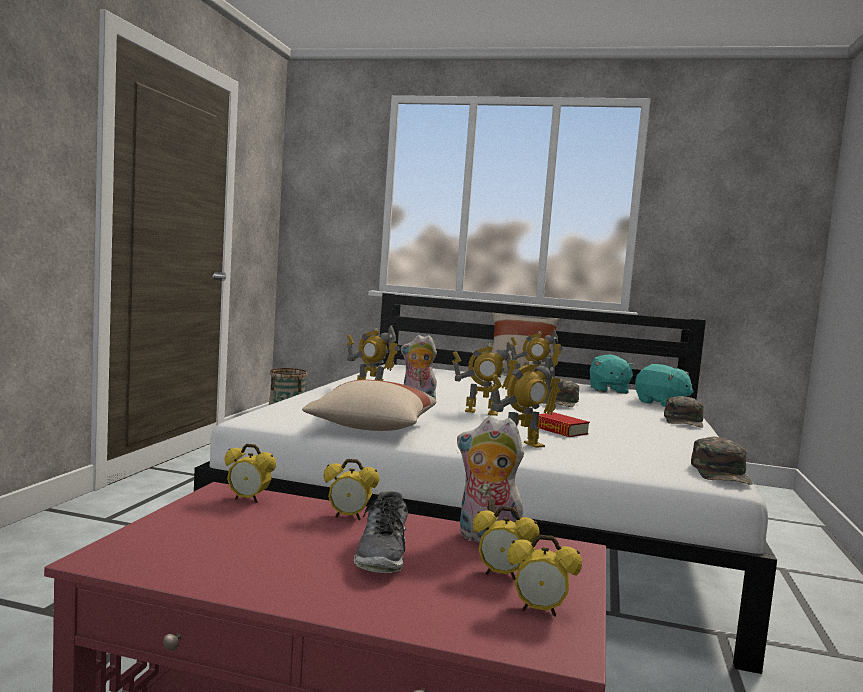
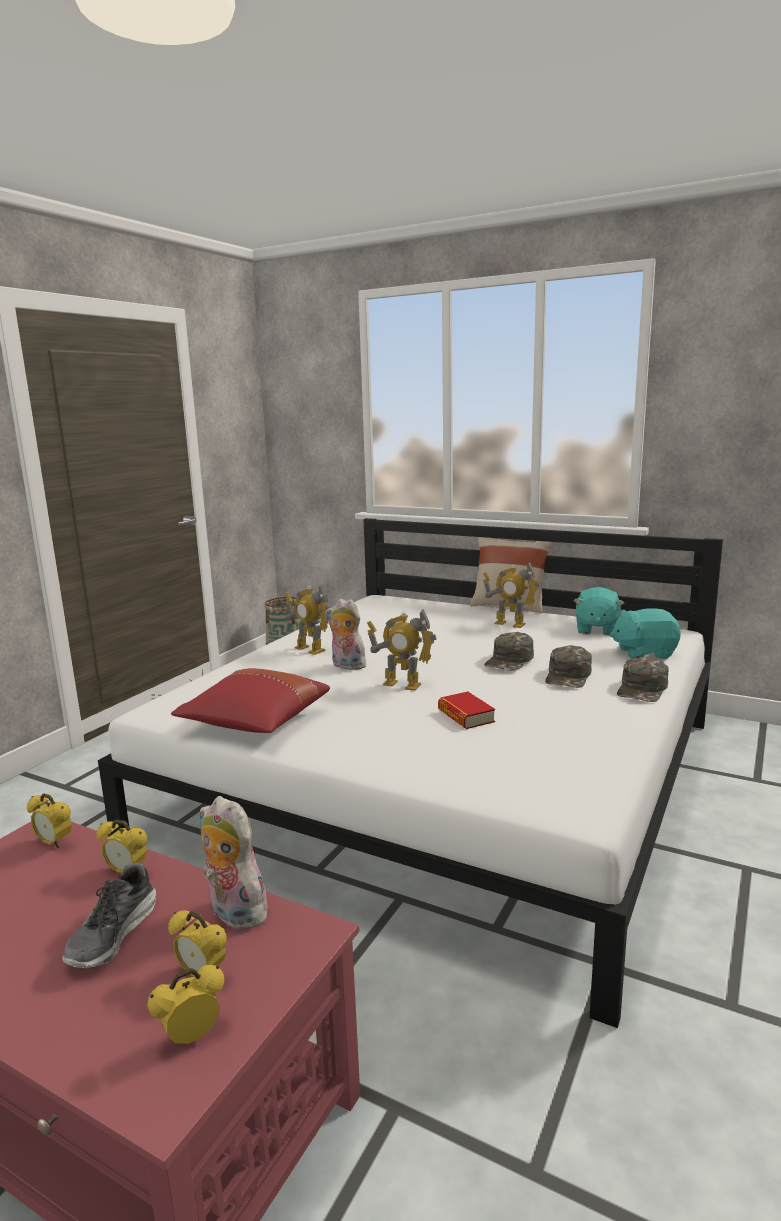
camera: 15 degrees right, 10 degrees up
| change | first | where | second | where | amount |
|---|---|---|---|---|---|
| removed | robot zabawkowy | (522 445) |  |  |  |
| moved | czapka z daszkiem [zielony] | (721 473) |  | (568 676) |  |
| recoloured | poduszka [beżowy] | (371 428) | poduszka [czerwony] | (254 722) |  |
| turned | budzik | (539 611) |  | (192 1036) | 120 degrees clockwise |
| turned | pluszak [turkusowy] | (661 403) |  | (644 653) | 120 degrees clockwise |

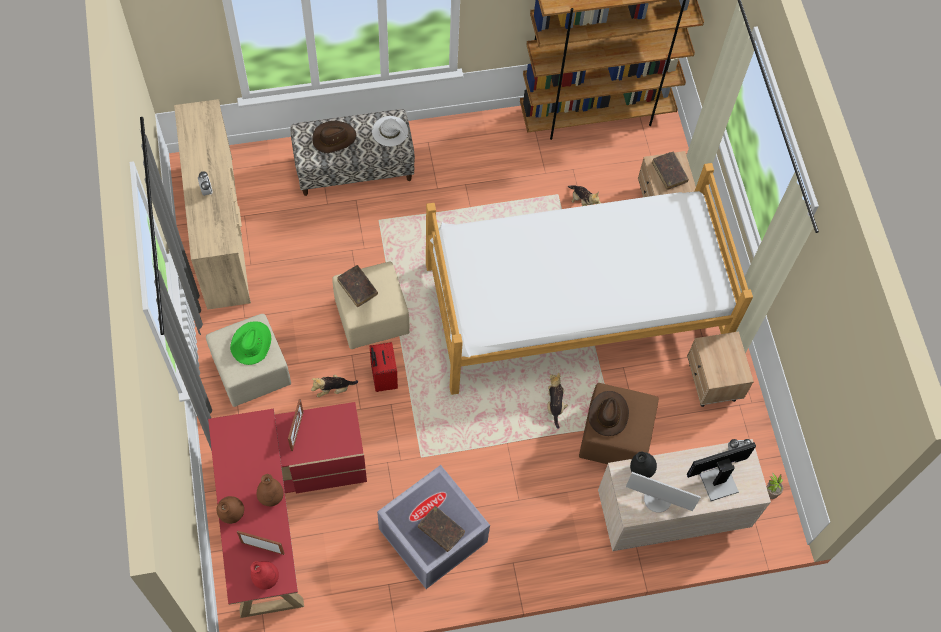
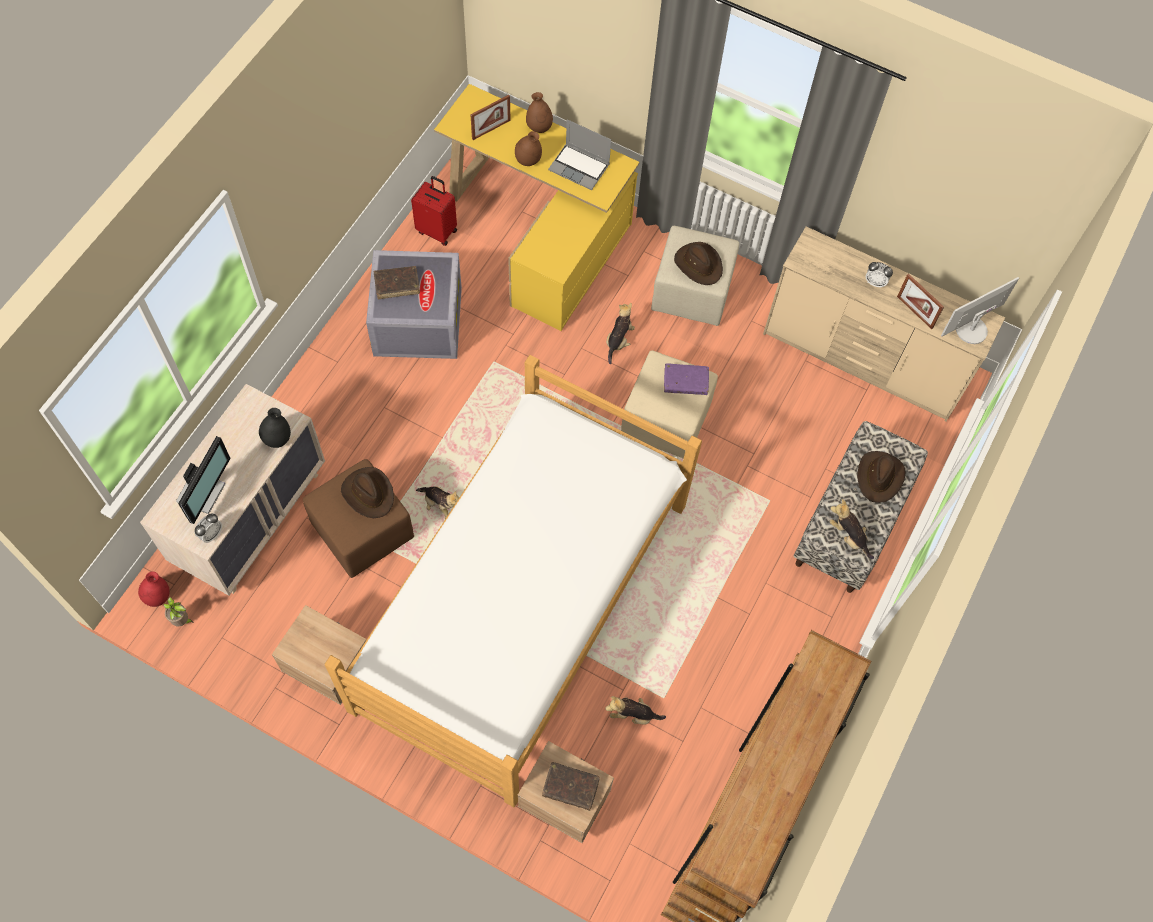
camera: 130 degrees right, 0 degrees up
| change | first | where | second | where | amount |
|---|---|---|---|---|---|
| added |  |  | laptop | (580 167) |  |
| moved | wazon [czerwony] | (266 578) |  | (158 596) |  |
| moved | ramka na zdjęcie | (297 431) |  | (914 312) |  |
| moved | walizka [czerwony] | (383 378) |  | (437 230) |  |
| moved | monitor | (657 499) |  | (970 329) |  |
| replaced | kapelusz [biały] | (390 131) | pluszak | (848 536) |  |
| recoloured | biurko [czerwony] | (280 511) | biurko [żółty] | (542 232) |  |
| recoloured | kapelusz [zielony] | (251 344) | kapelusz [brązowy] | (698 265) |  |
| recoloured | książka [brązowy] | (357 288) | książka [fioletowy] | (685 382) |  |

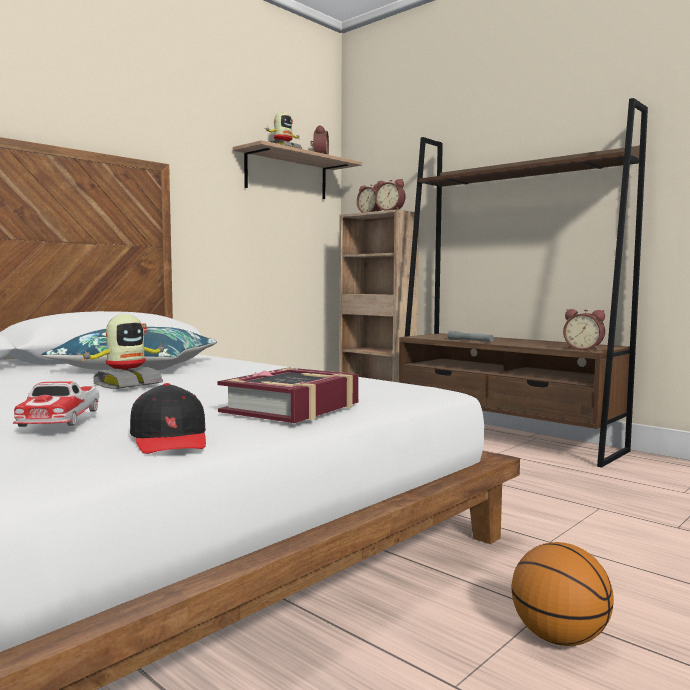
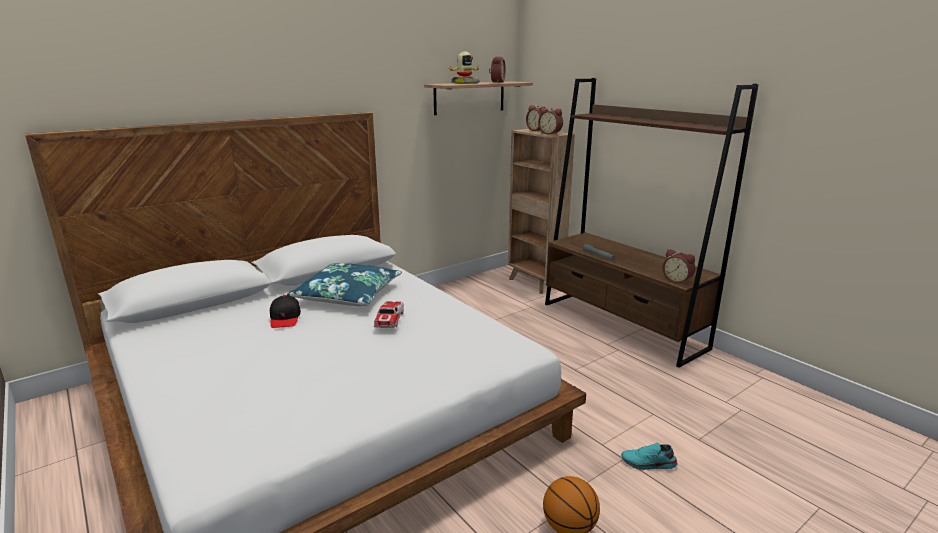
camera: 10 degrees right, 15 degrees up
| change | first | where | second | where | amount |
|---|---|---|---|---|---|
| removed | robot zabawkowy | (127 384) |  |  |  |
| removed | książka | (292 408) |  |  |  |
| added |  |  | but [turkusowy] | (648 464) |  |
| moved | samochodzik | (60 418) |  | (389 319) |  |
| moved | czapka z daszkiem [czarny] | (170 439) |  | (285 318) |  |

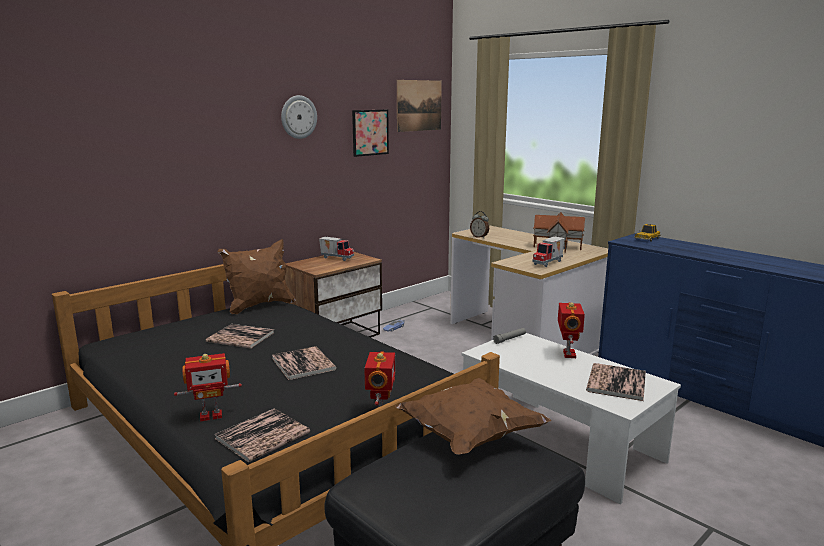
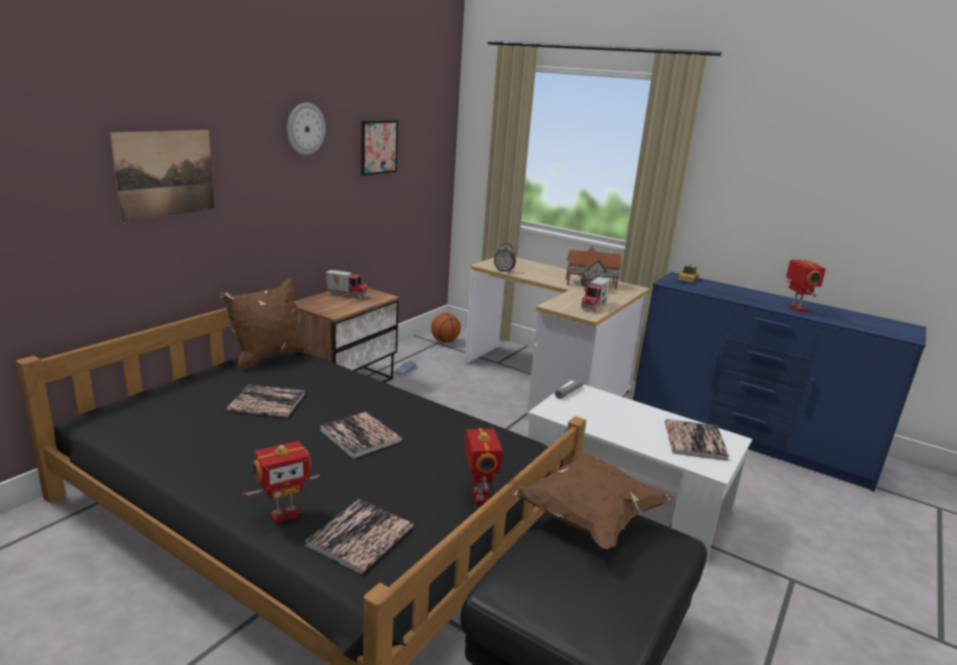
camera: 15 degrees left, 5 degrees up
| change | first | where | second | where | amount |
|---|---|---|---|---|---|
| added |  |  | piłka do koszykówki | (445 341) |  |
| moved | obraz | (419 105) |  | (165 174) |  |
| moved | robot zabawkowy | (568 354) |  | (796 309) |  |

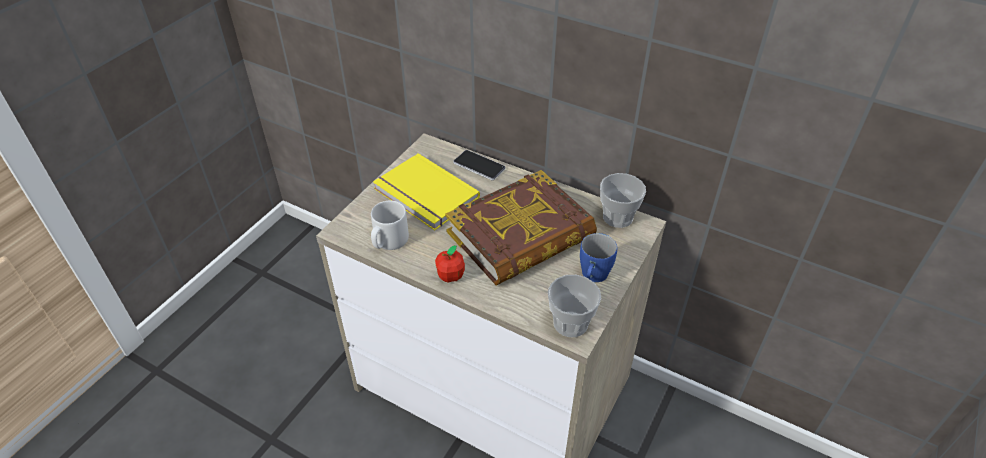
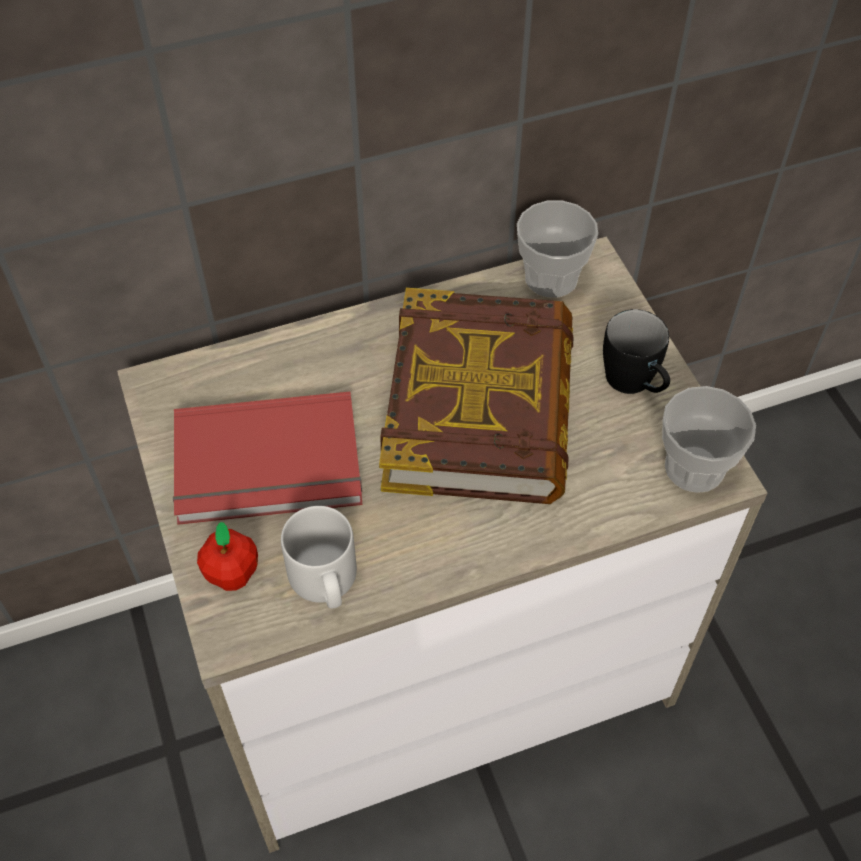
camera: 50 degrees left, 10 degrees up
| change | first | where | second | where | amount |
|---|---|---|---|---|---|
| removed | telefon | (479 166) |  |  |  |
| moved | jabłko | (450 276) |  | (232 574) |  |
| recoloured | książka [żółty] | (424 195) | książka [czerwony] | (269 466) |  |
| recoloured | kubek [niebieski] | (593 277) | kubek [czarny] | (635 384) |  |

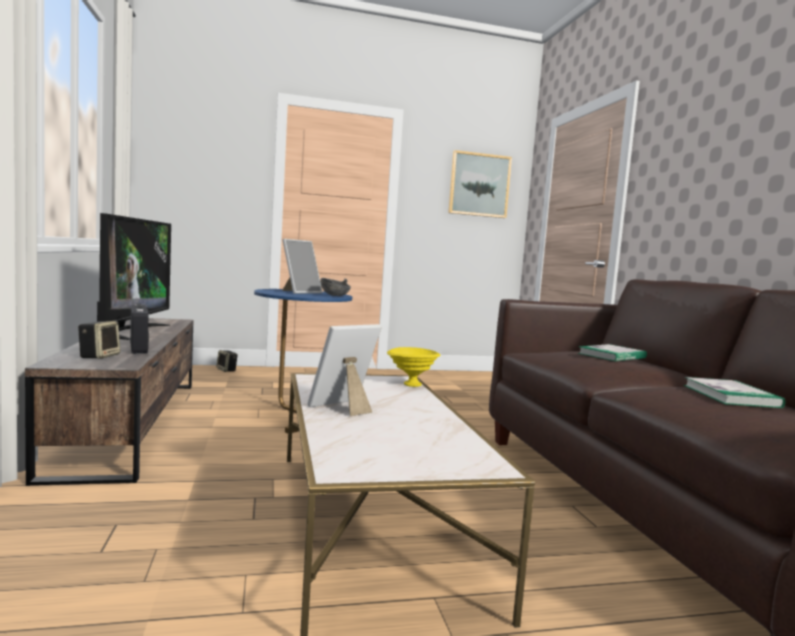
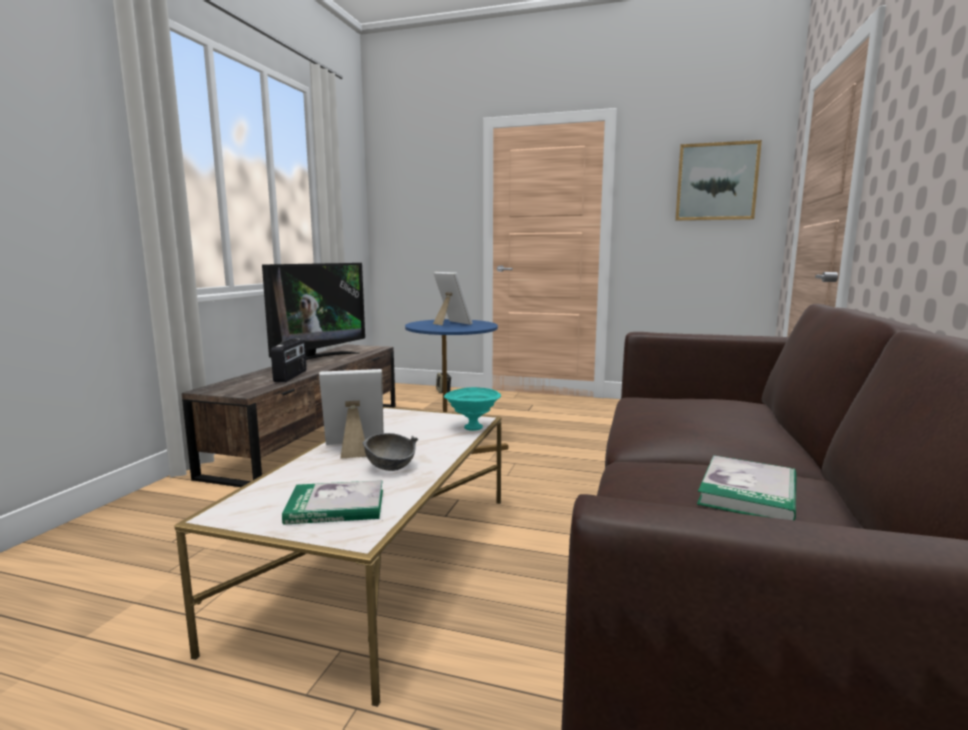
camera: 30 degrees right, 5 degrees up
| change | first | where | second | where | amount |
|---|---|---|---|---|---|
| removed | głośnik | (99 356) |  |  |  |
| moved | miska [szary] | (335 296) |  | (391 467) |  |
| moved | książka | (612 356) |  | (336 506) |  |
| recoloured | miska [żółty] | (411 384) | miska [turkusowy] | (471 427) |  |
| turned | ramka na zdjęcie | (299 292) |  | (450 323) | 105 degrees counterclockwise |

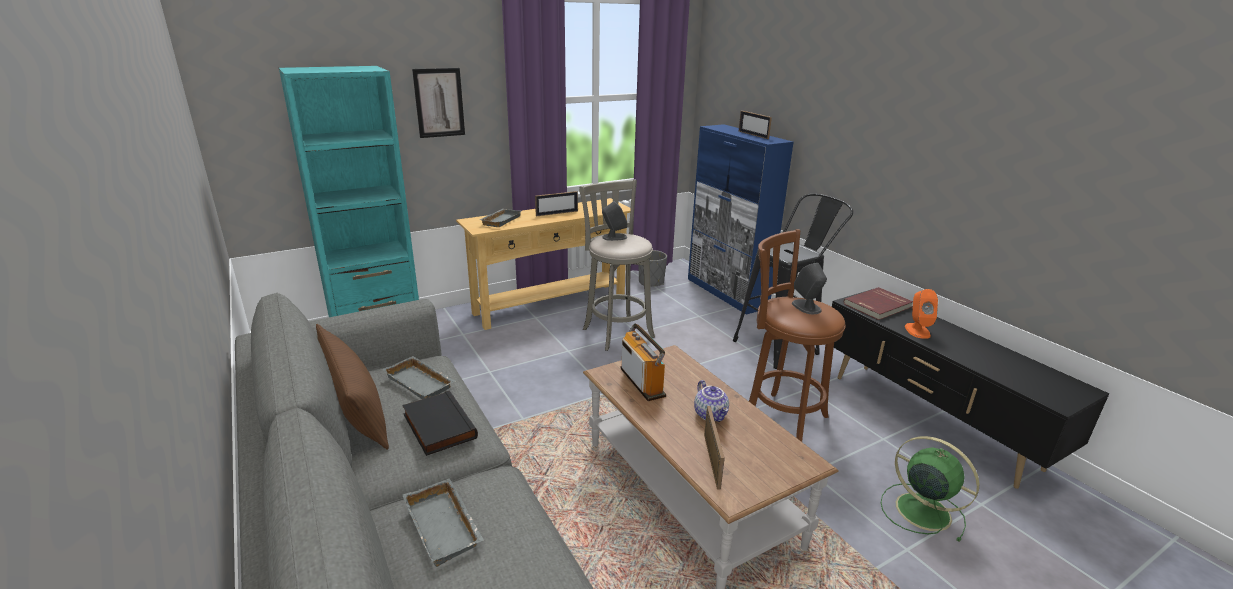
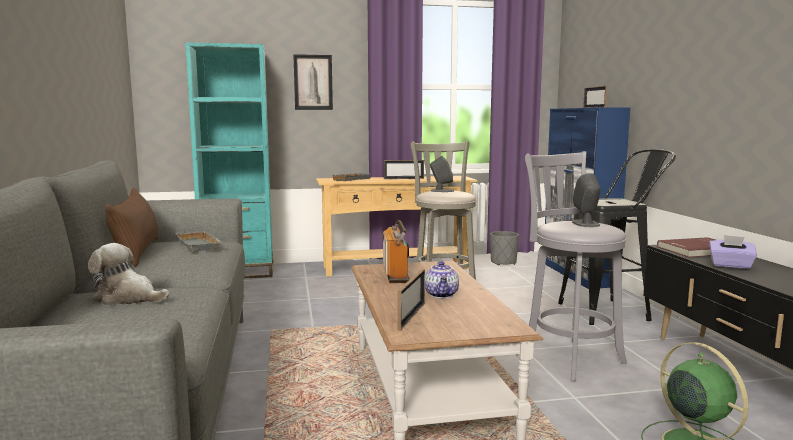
camera: 20 degrees right, 15 degrees down
| change | first | where | second | where | amount |
|---|---|---|---|---|---|
| removed | książka [czarny] | (437 426) |  |  |  |
| replaced | taca [szary] | (446 526) | pluszak | (128 298) |  |
| replaced | głośnik [pomarańczowy] | (917 330) | pudełko chusteczek [fioletowy] | (730 265) |  |
| recoloured | stołek [brązowy] | (780 418) | stołek [szary] | (569 357) |  |

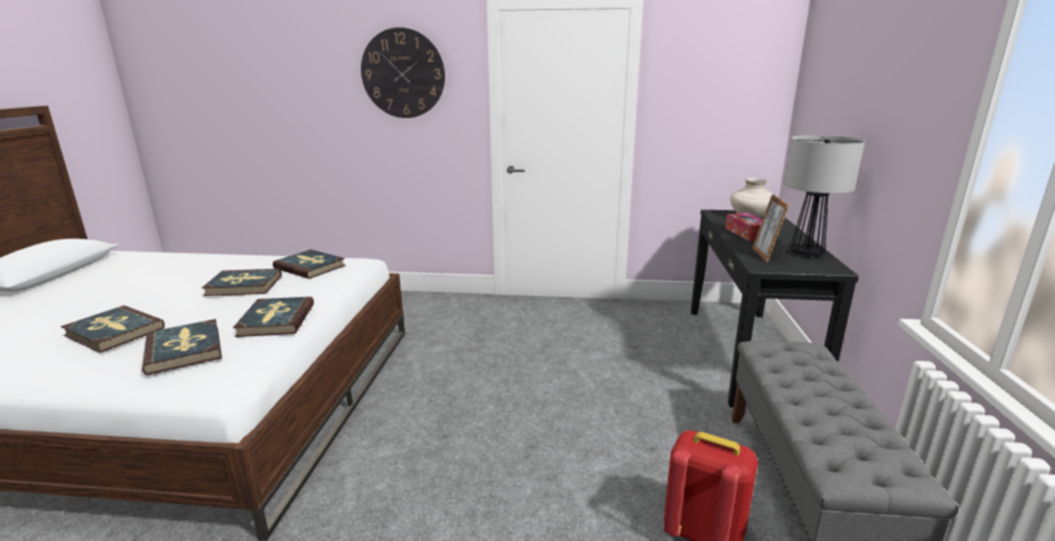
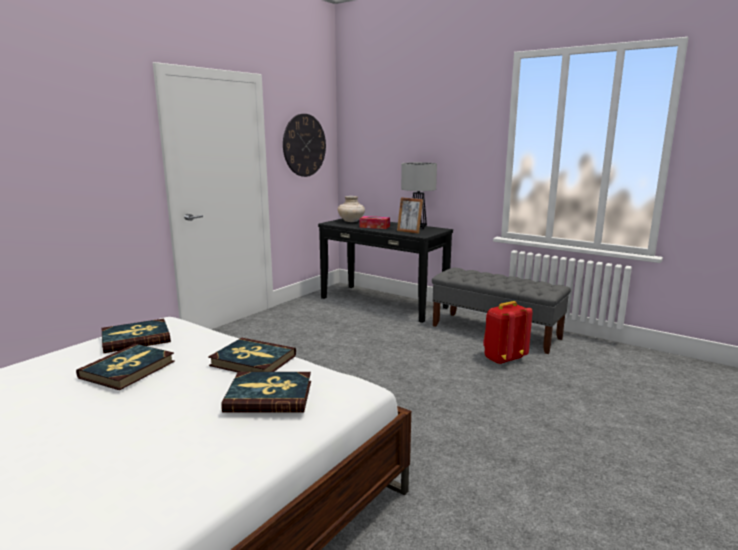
camera: 60 degrees left, 5 degrees down
| change | first | where | second | where | amount |
|---|---|---|---|---|---|
| removed | książka | (114 332) |  |  |  |
| moved | zegar ścienny | (403 73) |  | (304 145) |  |

